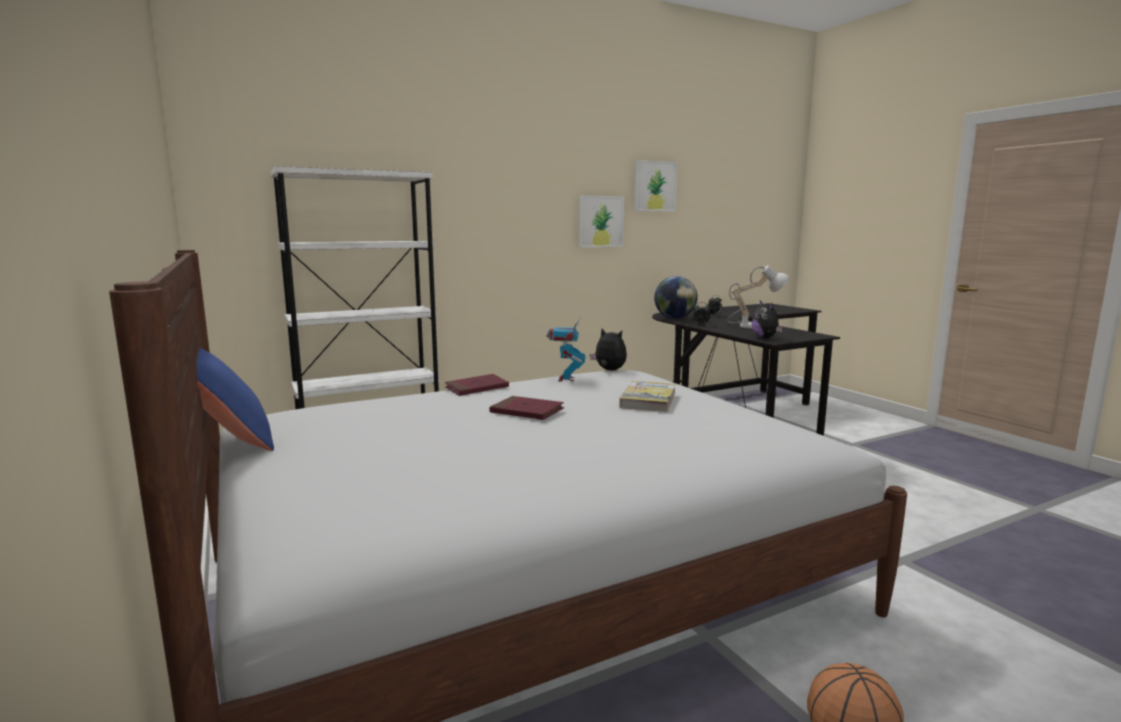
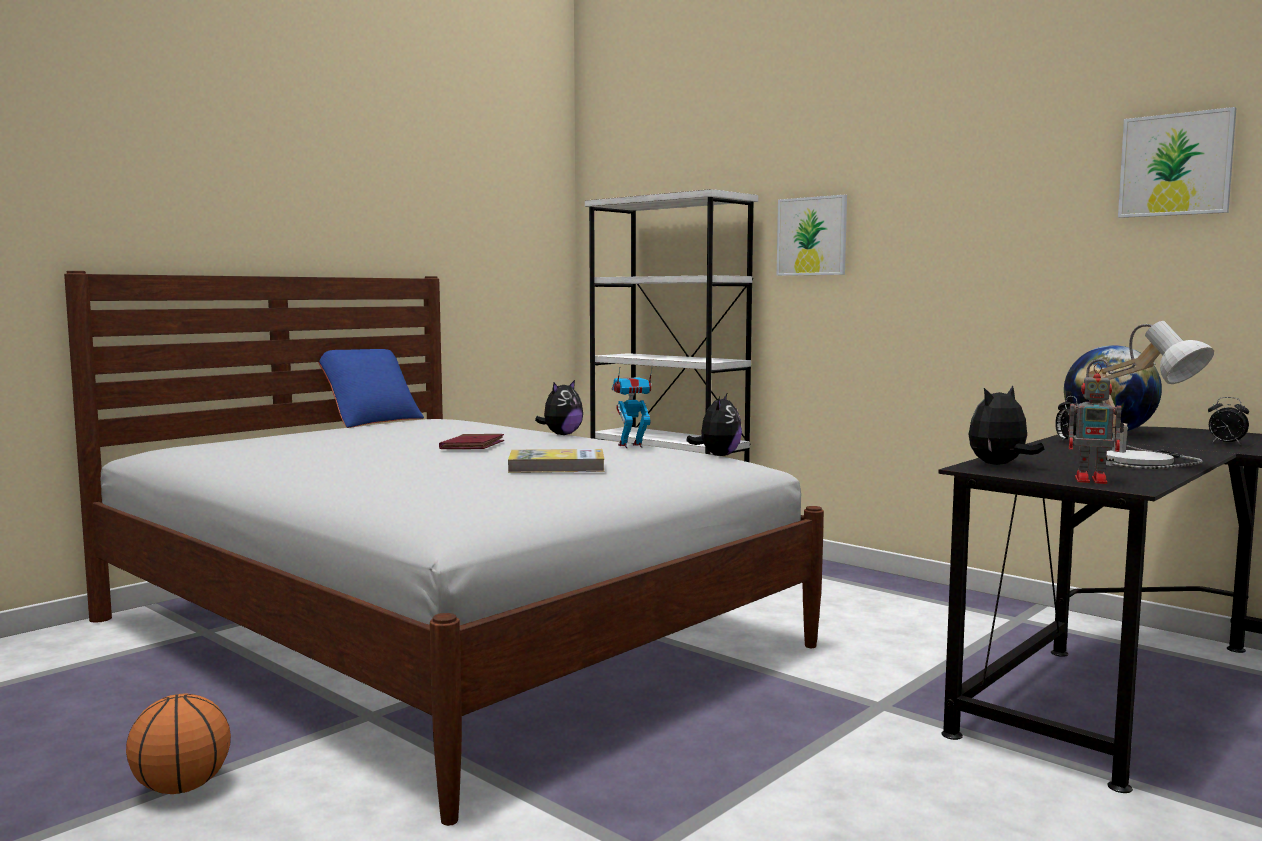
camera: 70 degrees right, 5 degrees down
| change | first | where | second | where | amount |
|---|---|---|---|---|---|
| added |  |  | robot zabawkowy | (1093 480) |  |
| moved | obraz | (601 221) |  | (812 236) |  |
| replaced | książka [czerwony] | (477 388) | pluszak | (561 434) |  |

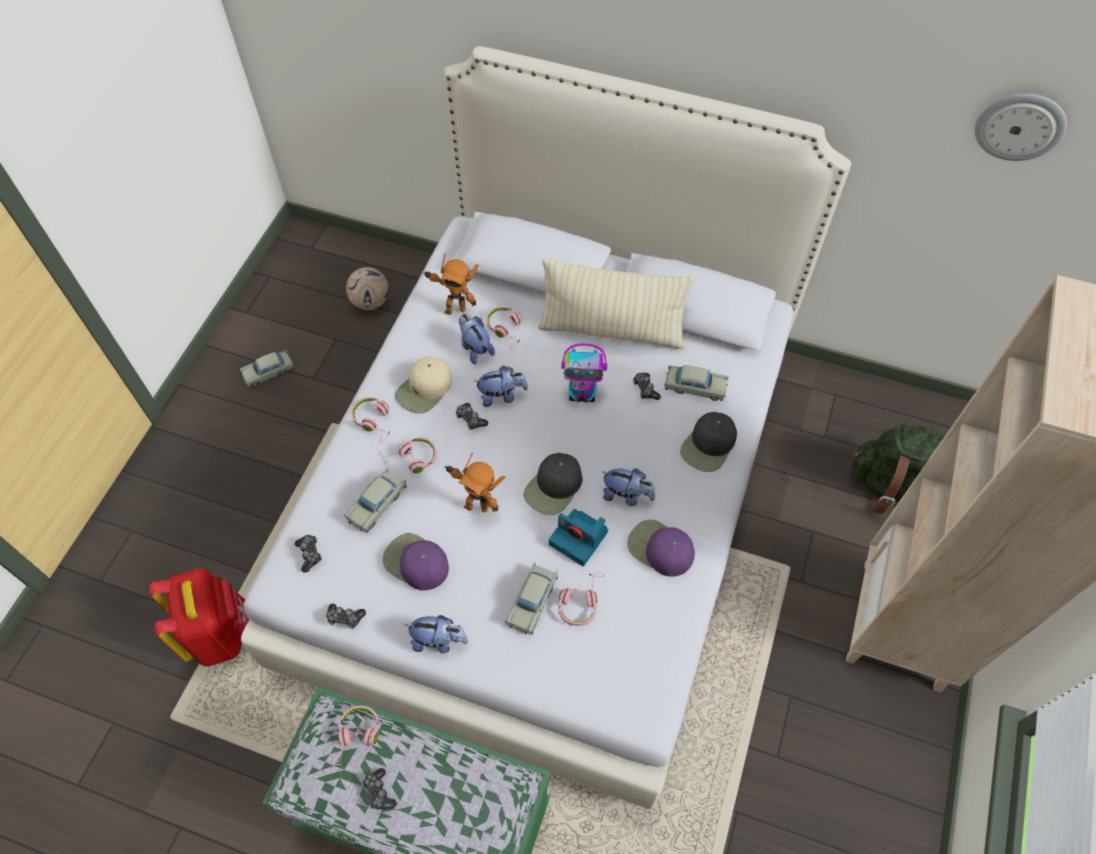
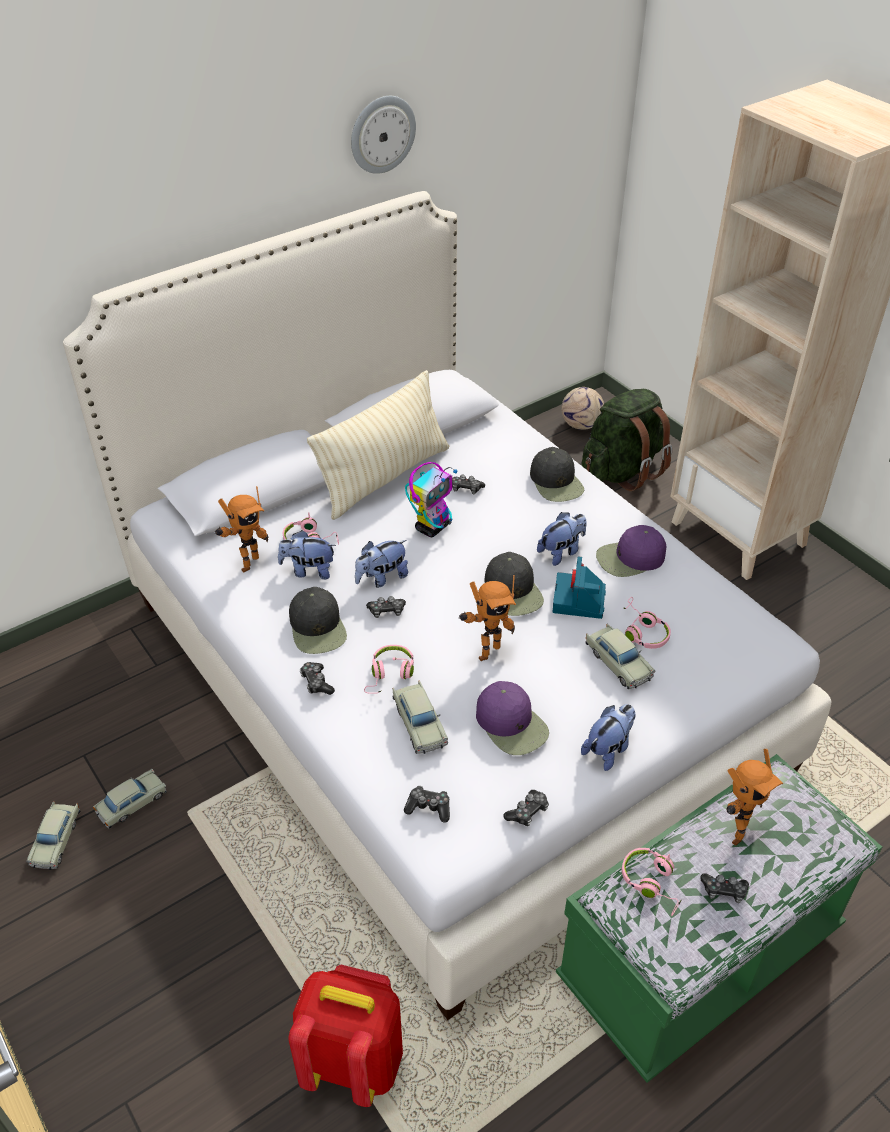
camera: 55 degrees left, 15 degrees down
| change | first | where | second | where | amount |
|---|---|---|---|---|---|
| added |  |  | robot zabawkowy | (735 831) |  |
| moved | piłka futbolowa | (370 302) |  | (581 425) |  |
| moved | samochodzik [beżowy] | (695 387) |  | (132 803) |  |
| moved | zegar ścienny | (1020 126) |  | (382 134) |  |
| replaced | słuchawki [różowy] | (374 421) | pad do gier | (316 683) |  |
| recoloured | czapka z daszkiem [beżowy] | (424 389) | czapka z daszkiem [czarny] | (318 627) |  |
| turned | czapka z daszkiem [fioletowy] | (415 562) |  | (512 724) | 105 degrees counterclockwise |
| turned | pluszak | (501 396) |  | (382 578) | 150 degrees counterclockwise |
| turned | aparat fotograficzny | (580 538) |  | (579 601) | 120 degrees clockwise |

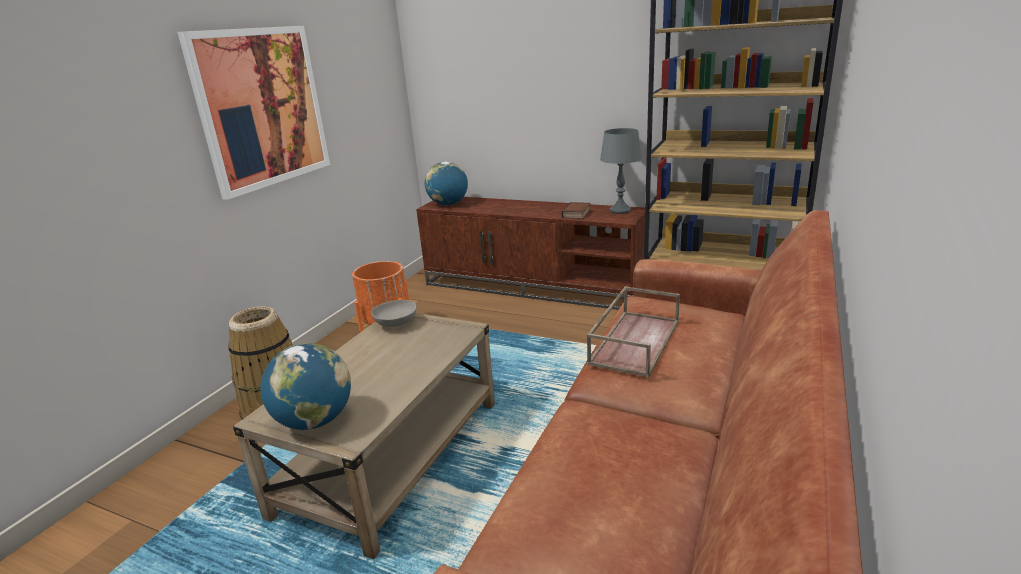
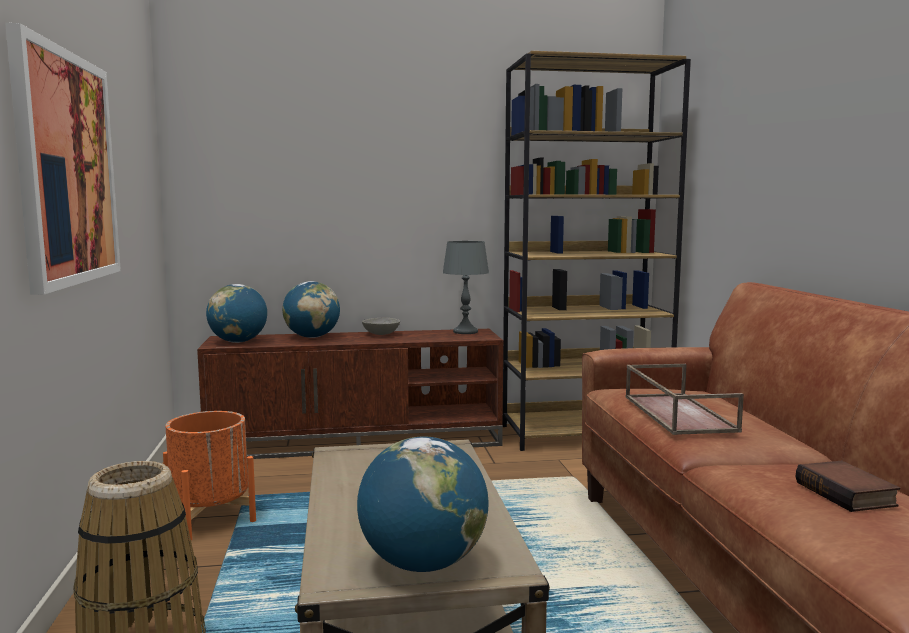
camera: 35 degrees left, 15 degrees down
| change | first | where | second | where | amount |
|---|---|---|---|---|---|
| added |  |  | globus | (312 337) |  |
| moved | miska [szary] | (395 323) |  | (381 334) |  |
| moved | książka | (577 214) |  | (848 494) |  |

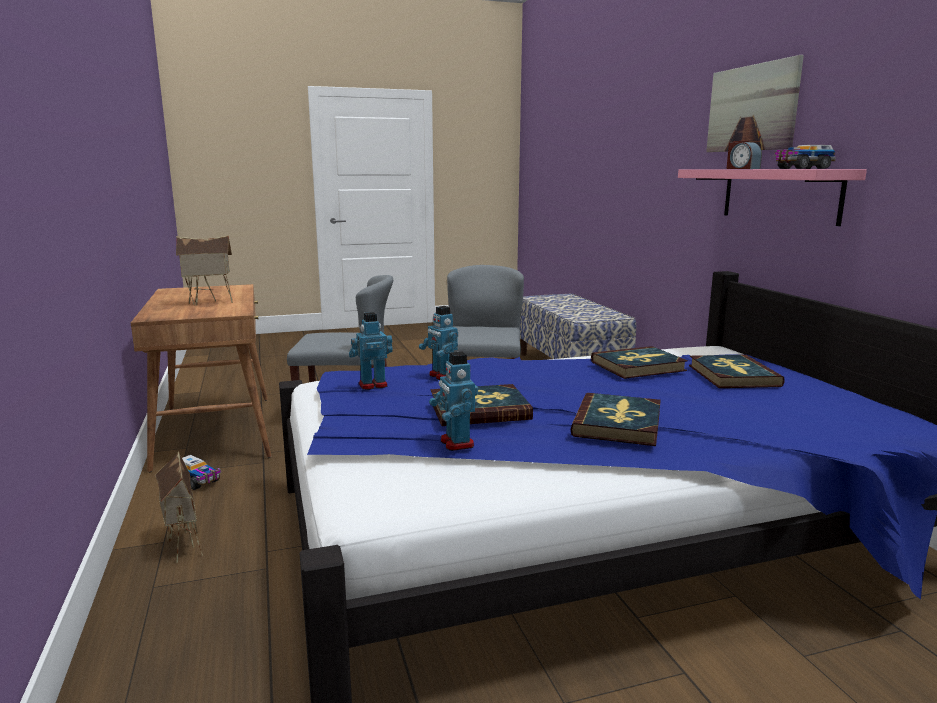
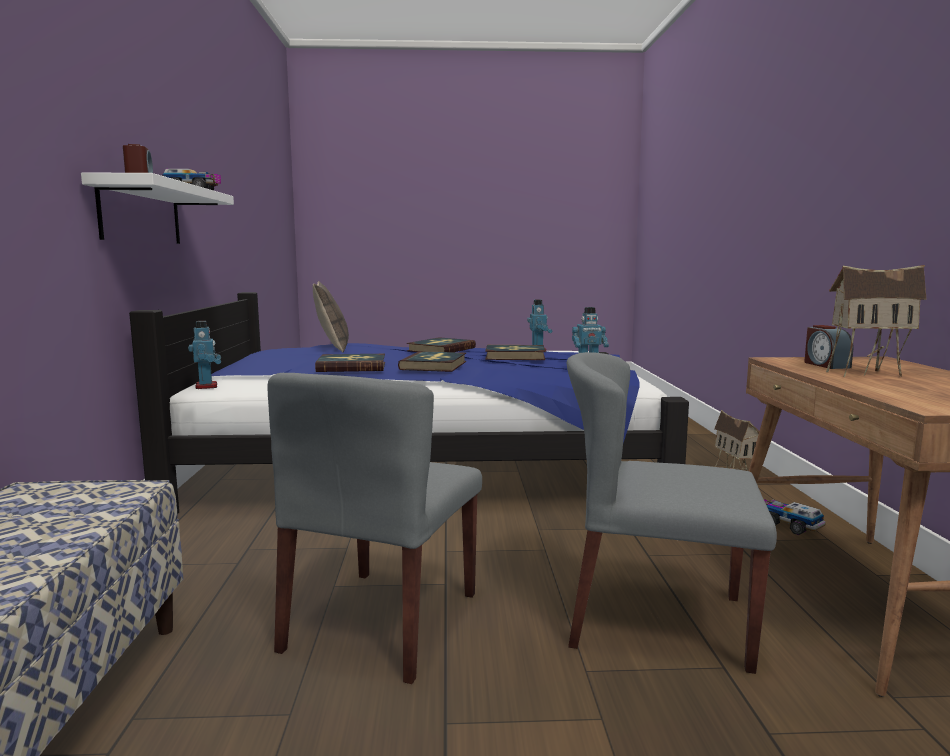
camera: 165 degrees left, 5 degrees down
| change | first | where | second | where | amount |
|---|---|---|---|---|---|
| removed | obraz | (751 108) |  |  |  |
| added |  |  | poduszka | (332 348) |  |
| added |  |  | budzik | (825 365) |  |
| moved | robot zabawkowy | (442 376) |  | (207 386) |  |
| moved | książka | (732 376) |  | (434 365) |  |
| recoloured | półka [różowy] | (779 195) | półka [biały] | (141 214) |  |

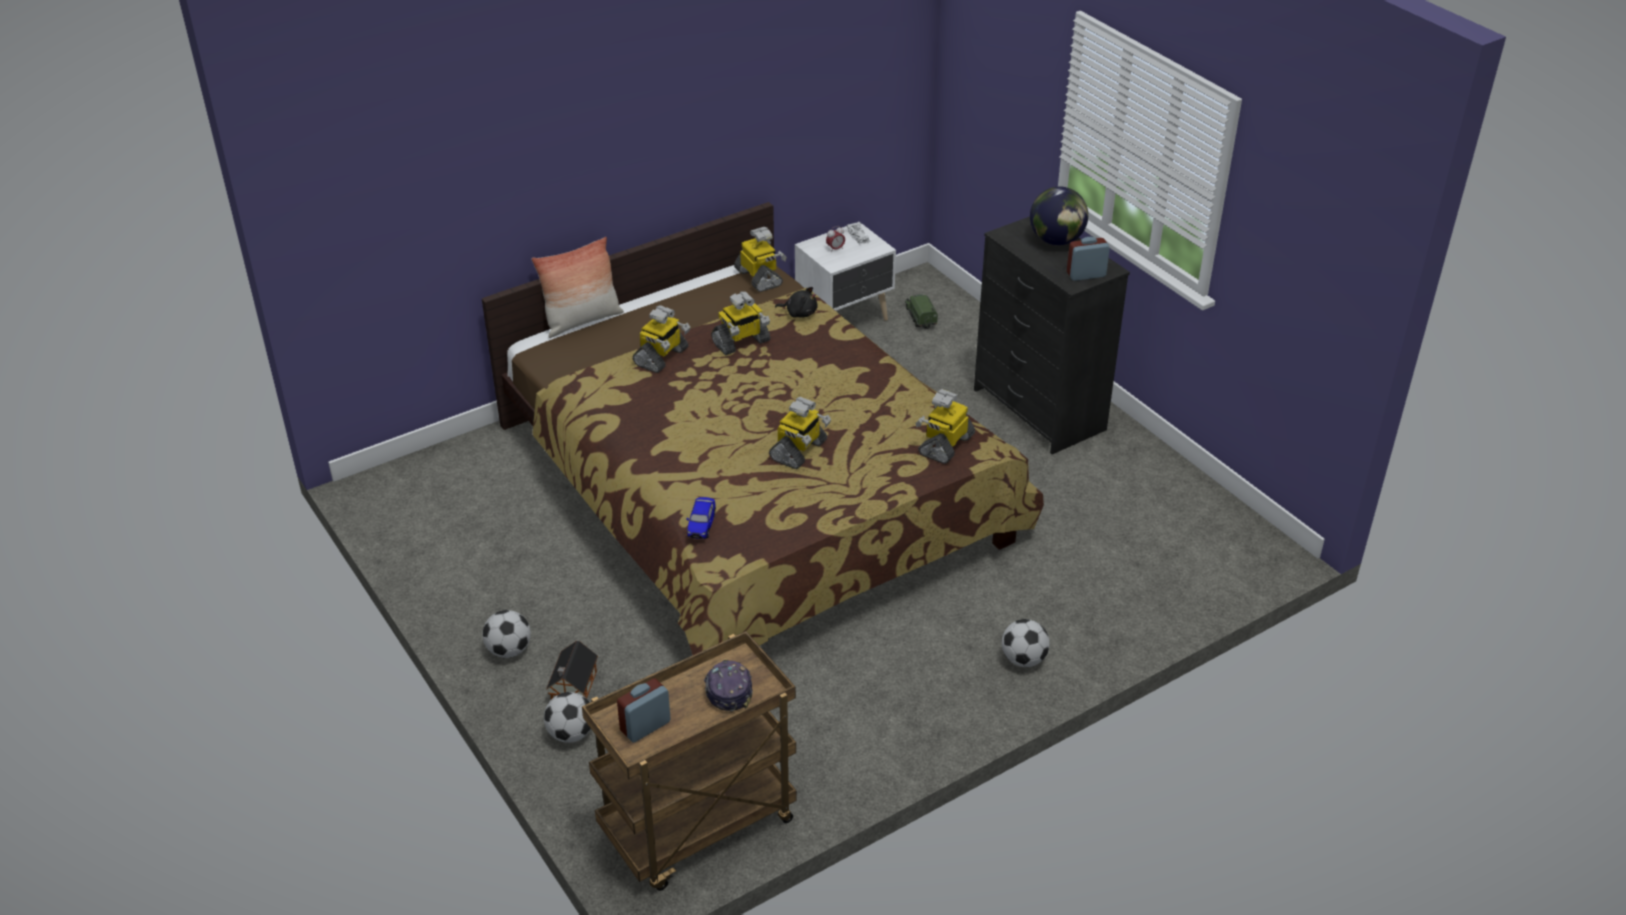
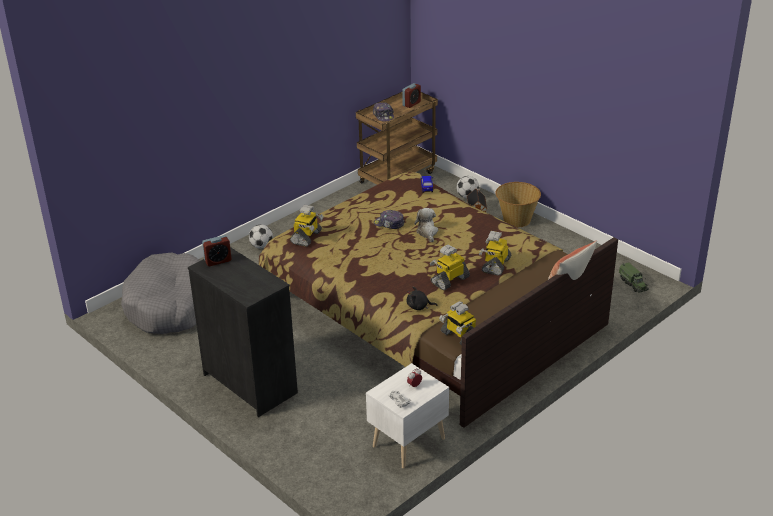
camera: 170 degrees right, 5 degrees down
| change | first | where | second | where | amount |
|---|---|---|---|---|---|
| removed | globus | (1056 241) |  |  |  |
| added |  |  | legowisko [szary] | (170 306) |  |
| added |  |  | pluszak | (427 232) |  |
| moved | ciężarówka zabawkowa | (920 317) |  | (633 284) |  |
| replaced | piłka futbolowa | (509 650) | koszyk | (516 220) |  |
| replaced | robot zabawkowy | (799 451) | czapka z daszkiem | (389 224) |  |

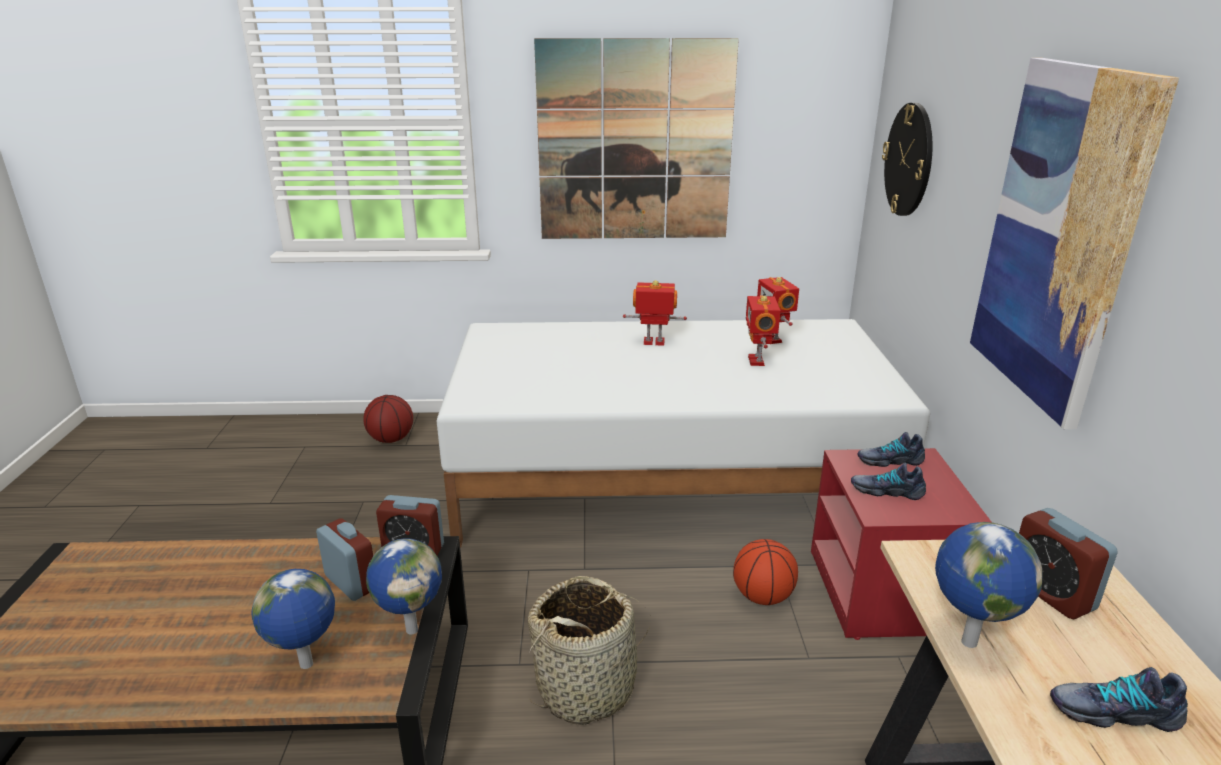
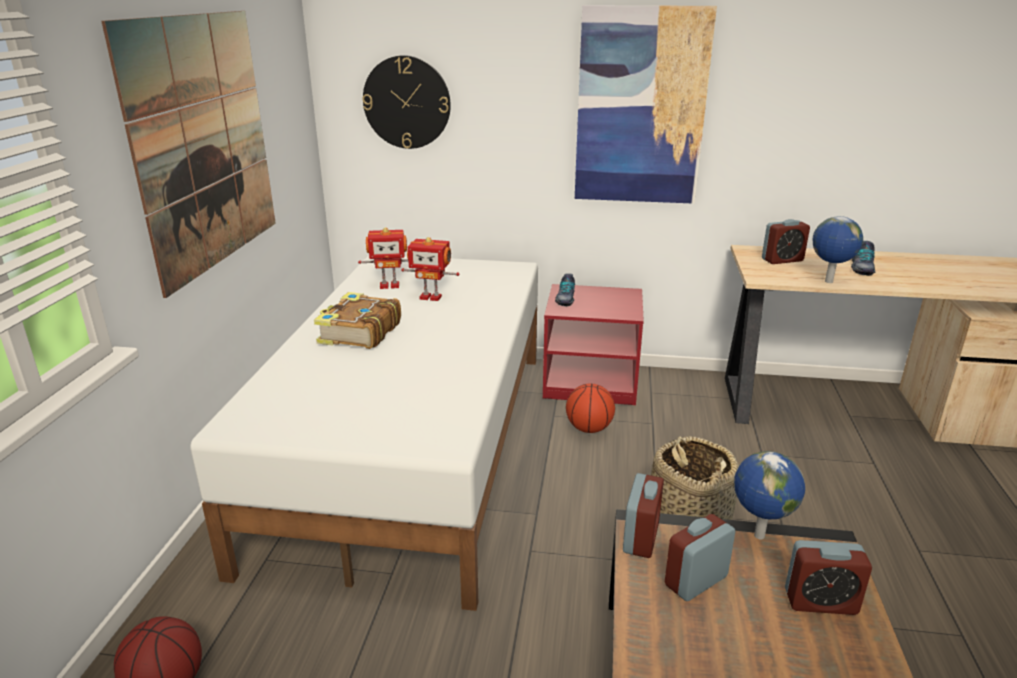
camera: 80 degrees left, 0 degrees up
| change | first | where | second | where | amount |
|---|---|---|---|---|---|
| removed | but | (886 490) |  |  |  |
| replaced | globus | (307 665) | budzik | (820 602) |  |
| replaced | robot zabawkowy | (654 343) | książka | (359 333) |  |

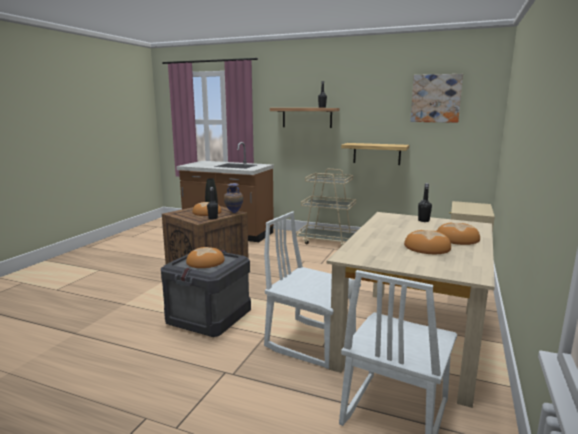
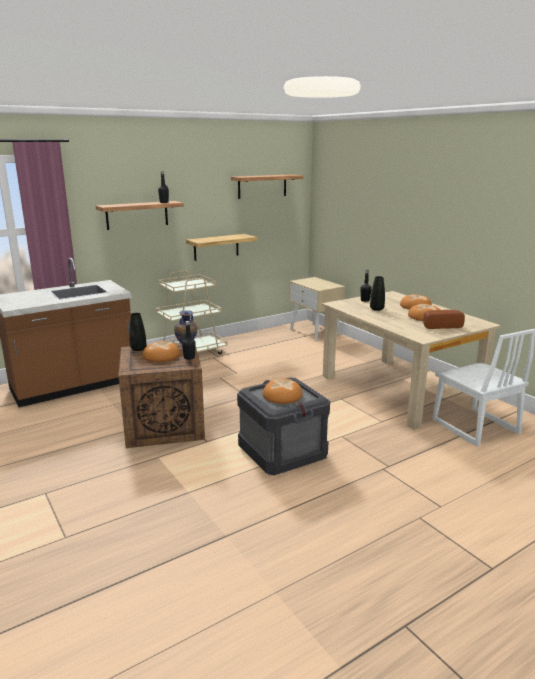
camera: 55 degrees left, 5 degrees up
| change | first | where | second | where | amount |
|---|---|---|---|---|---|
| removed | krzesło [biały] | (311 341) |  |  |  |
| added |  |  | wazon [czarny] | (376 309) |  |
| added |  |  | chleb | (441 326) |  |
| replaced | obraz | (436 98) | półka | (262 186) |  |

